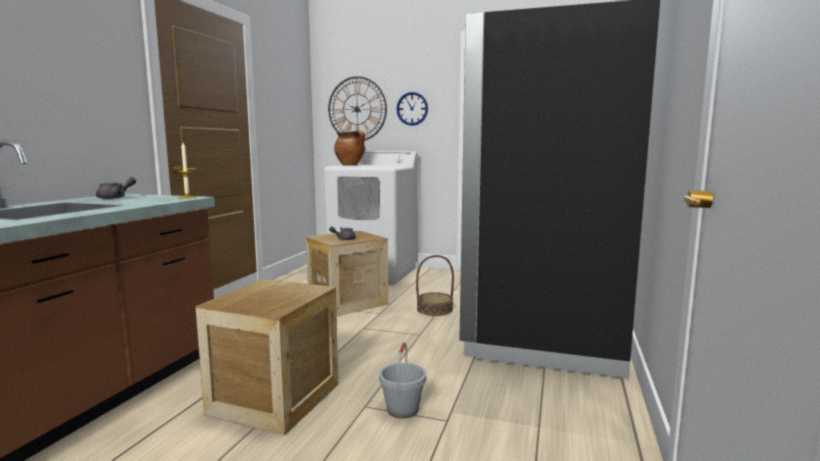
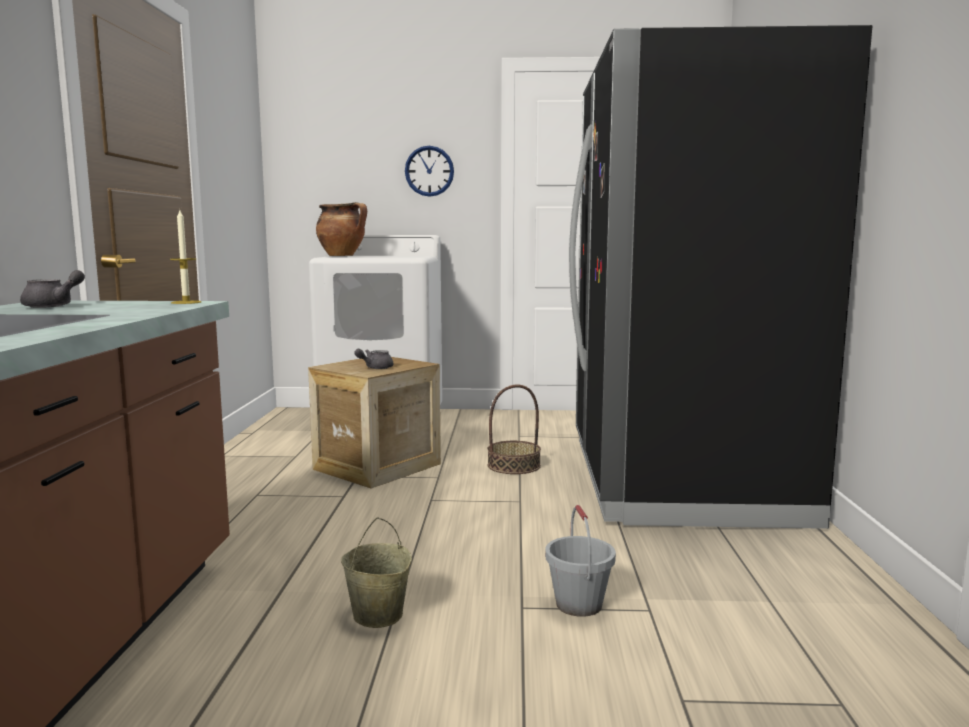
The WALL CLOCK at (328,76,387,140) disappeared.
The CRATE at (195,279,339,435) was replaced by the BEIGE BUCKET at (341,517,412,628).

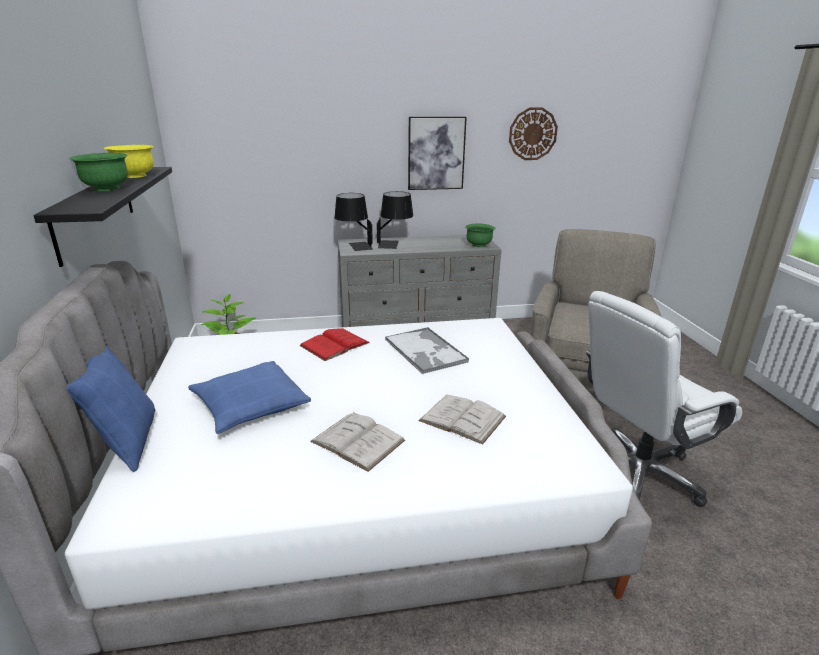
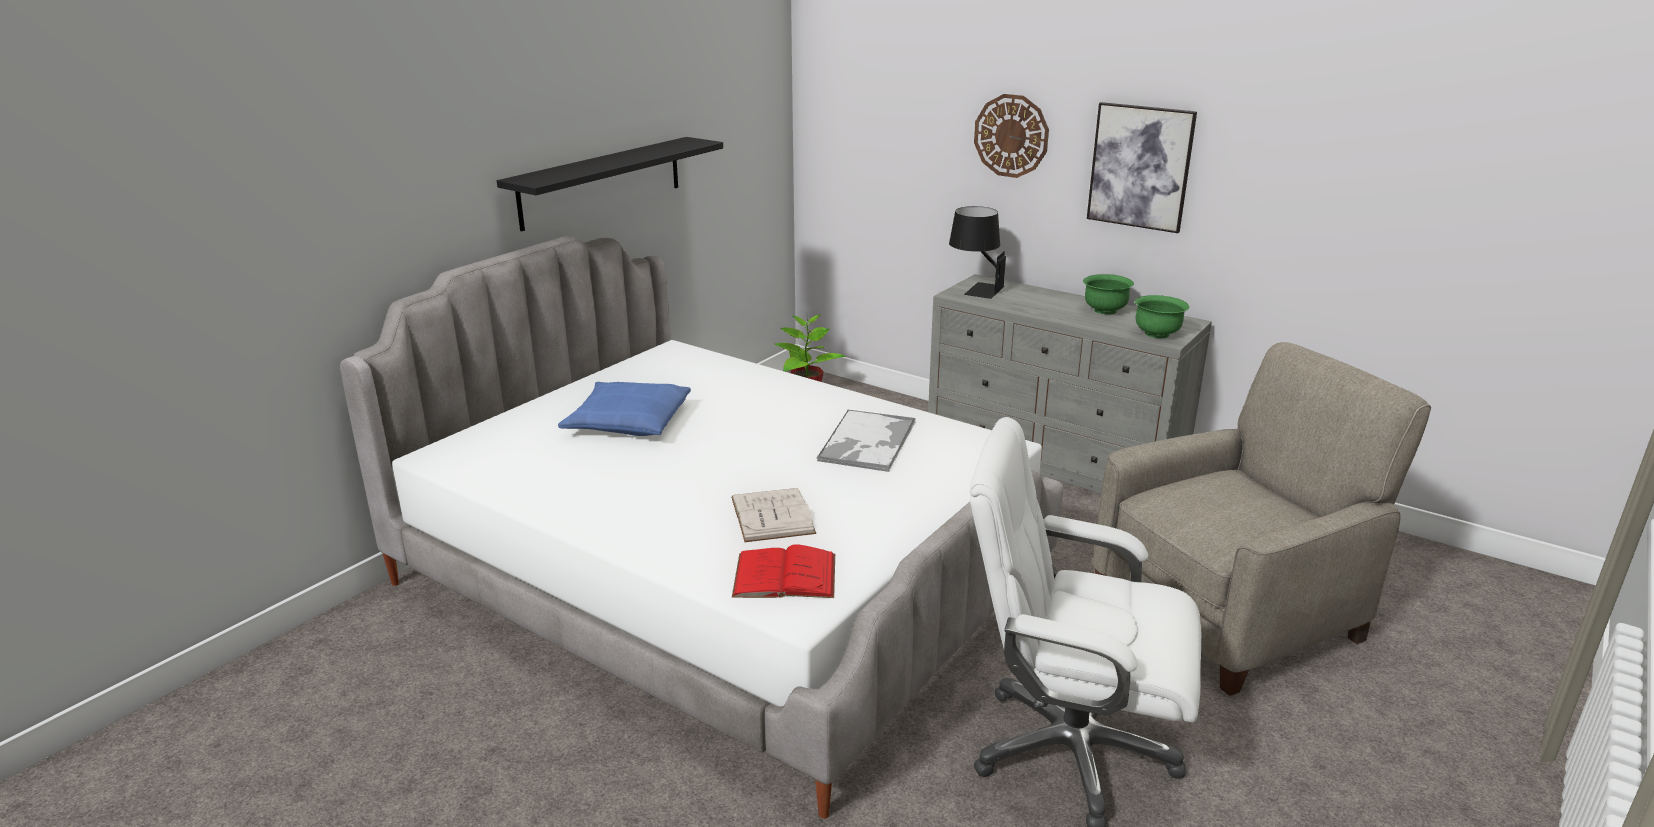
The BLUE PILLOW at (66,345,155,472) disappeared.
The YELLOW BOWL at (104,145,154,178) disappeared.
The WHITE BOOK at (310,412,405,472) disappeared.
The BLACK TABLE LAMP at (377,191,413,249) disappeared.
The GREEN BOWL moved from (70,153,128,191) to (1083,274,1134,315).
The RED BOOK moved from (300,328,370,361) to (732,544,835,598).
The WALL CLOCK moved from (509,107,558,160) to (974,94,1049,178).

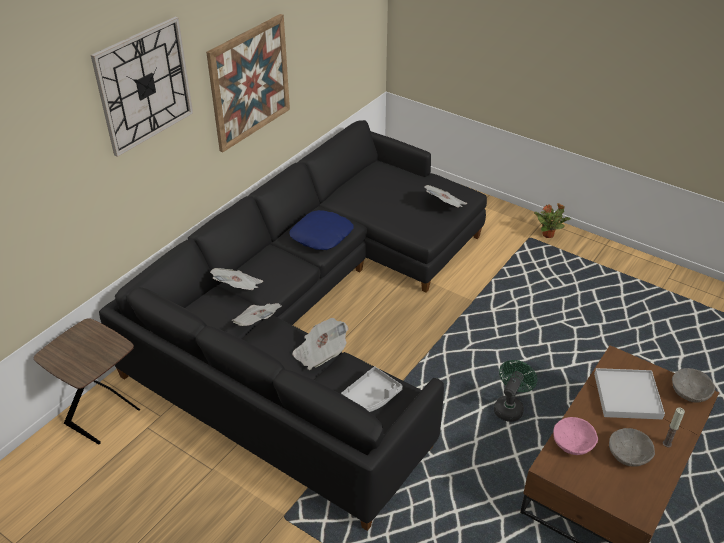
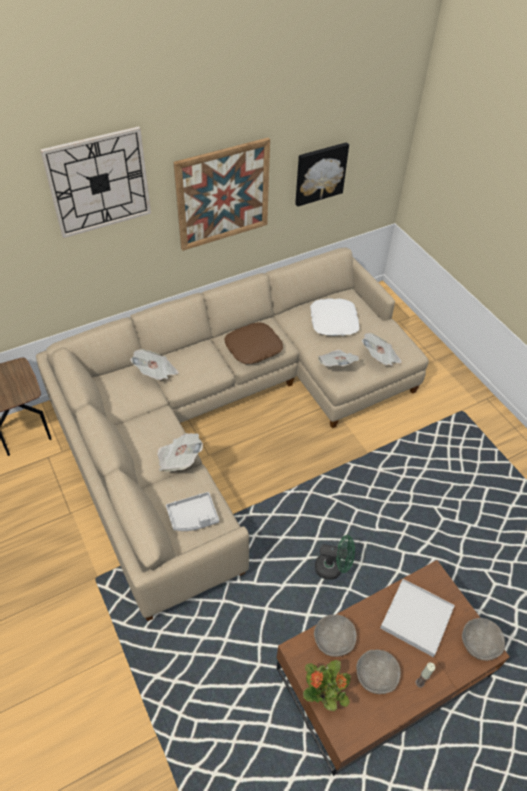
The PICTURE at (295,142,349,207) appeared.
The WHITE PILLOW at (310,298,359,336) appeared.
The NEWSPAPER moved from (231,303,282,326) to (318,349,359,367).
The POTTED PLANT moved from (534,203,571,238) to (303,660,351,711).
The BLACK SOFA at (99,120,487,531) became the BEIGE SOFA at (36,247,429,621).
The BLUE PILLOW at (289,210,354,250) became the BROWN PILLOW at (224,322,283,364).
The PINK BOWL at (553,417,598,455) became the GREY BOWL at (314,614,357,657).
The GREEN FAN at (494,360,537,422) turned 45 degrees clockwise.

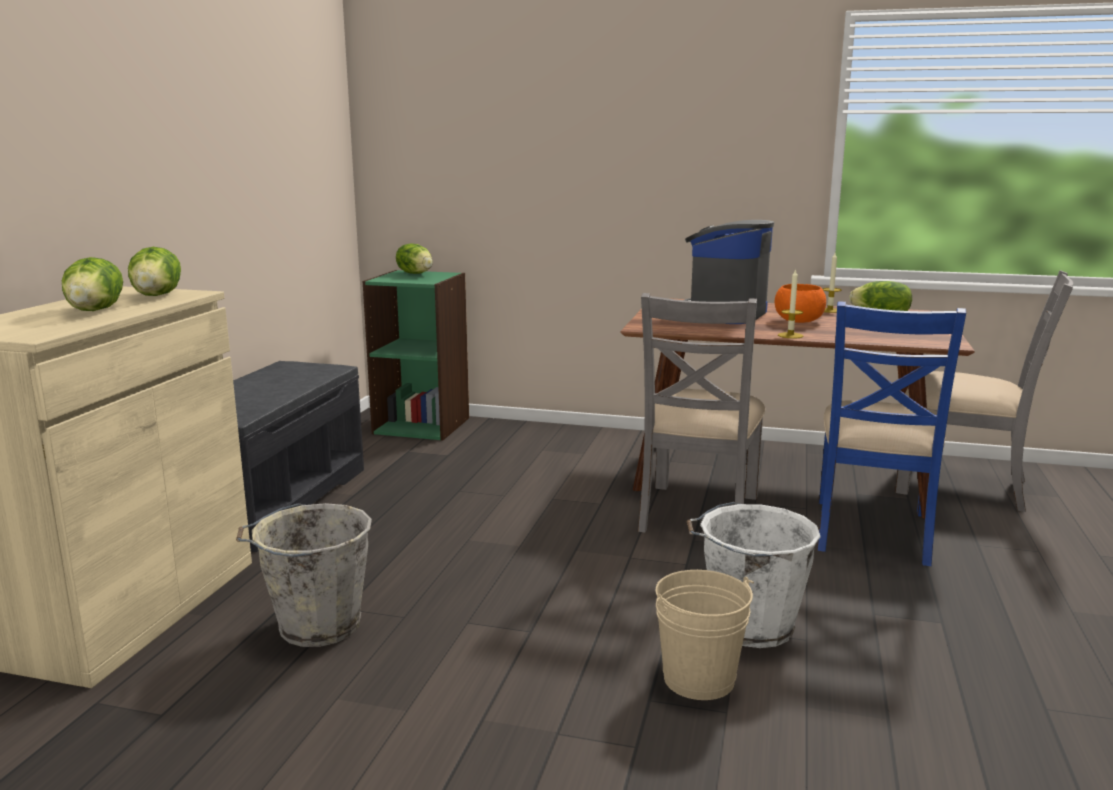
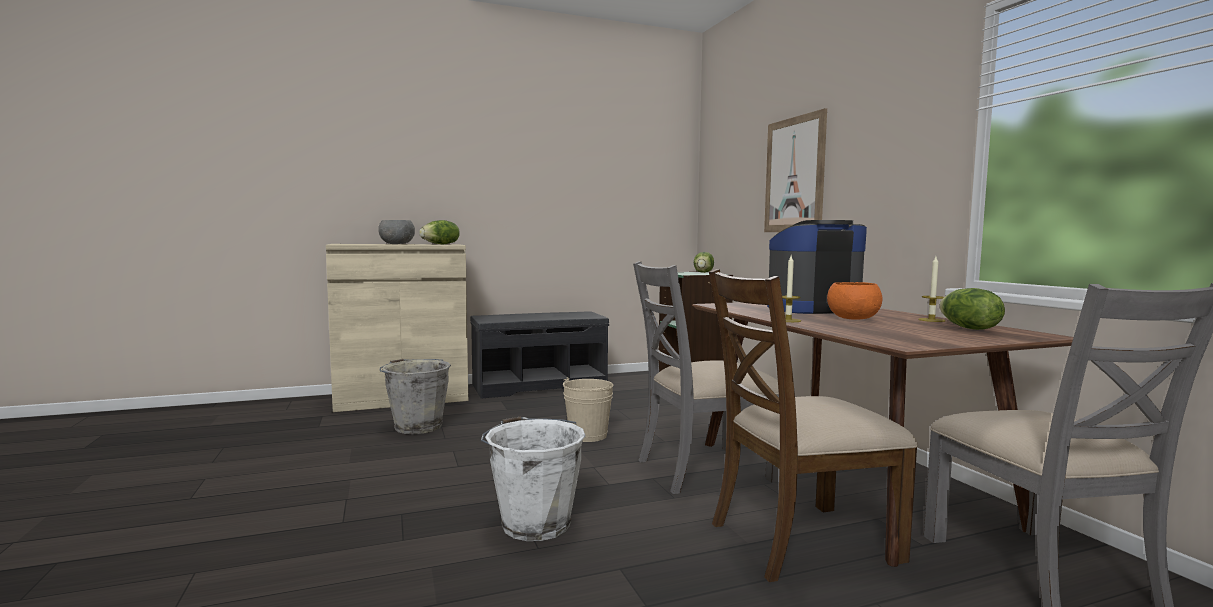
The PICTURE at (764,108,827,232) appeared.
The BEIGE BUCKET moved from (656,570,754,700) to (563,377,613,442).
The LETTUCE at (62,257,123,311) was replaced by the GREY BOWL at (378,220,415,244).
The BLUE CHAIR at (817,301,966,566) became the BROWN CHAIR at (709,269,918,582).

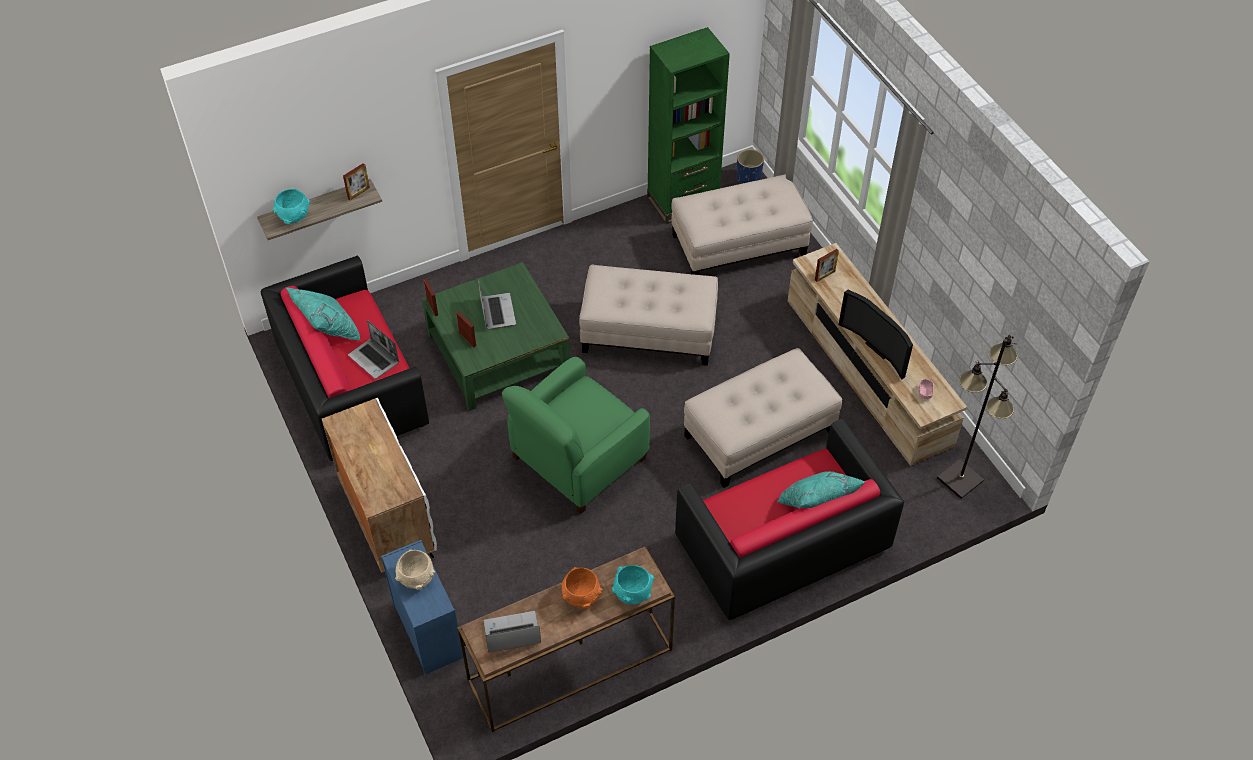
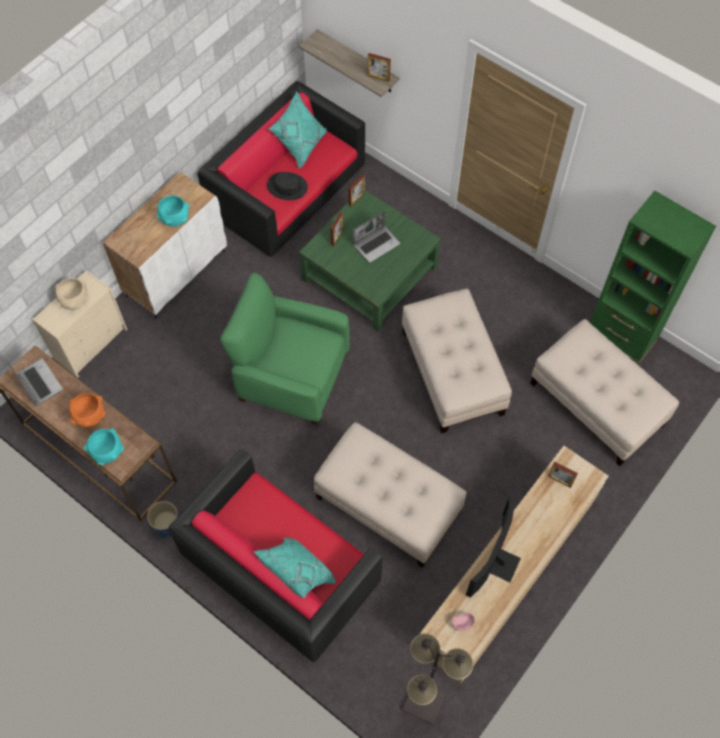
The TURQUOISE BOWL moved from (273,189,310,224) to (157,196,190,227).
The BLUE PLANTER moved from (737,149,764,184) to (147,501,179,538).
The LAPTOP at (348,320,399,379) was replaced by the BLACK HAT at (267,172,308,200).
The BLUE DRESSER at (381,540,463,675) became the BEIGE DRESSER at (32,270,127,378).

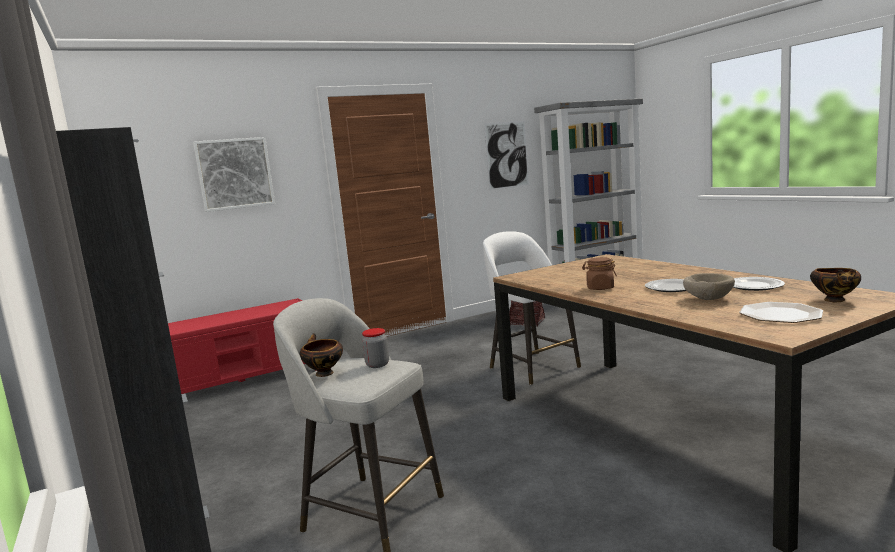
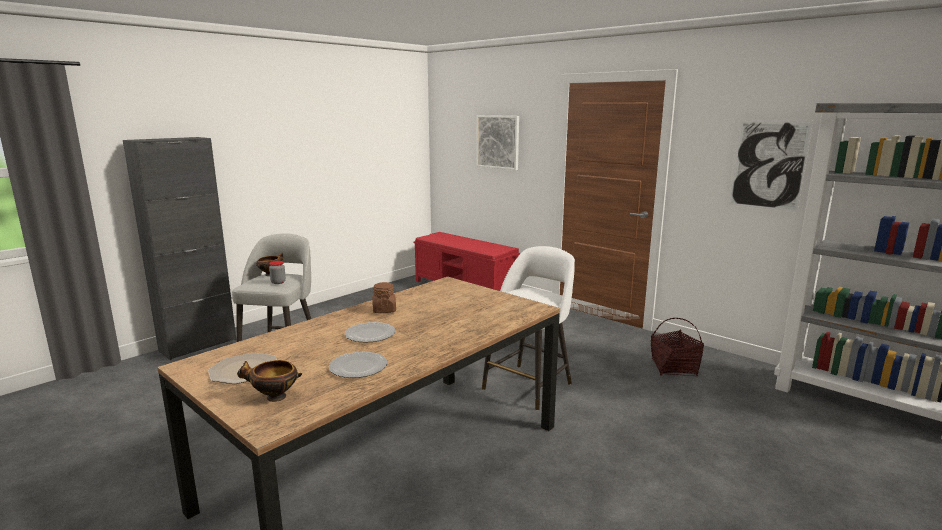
The BEIGE BOWL at (683,273,735,300) disappeared.

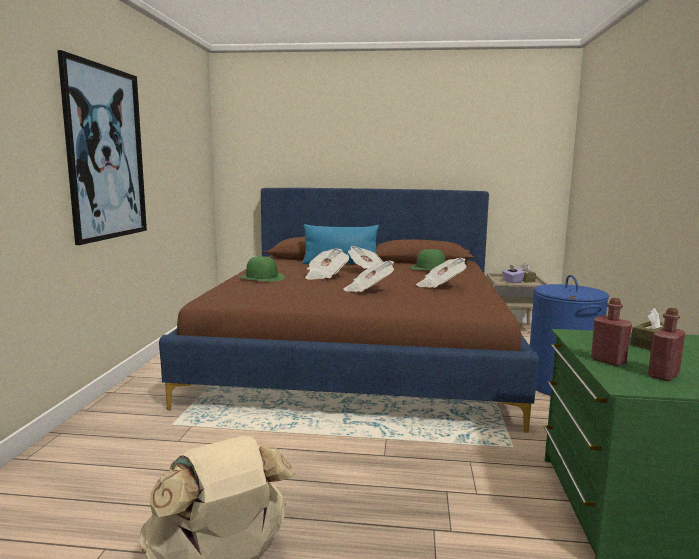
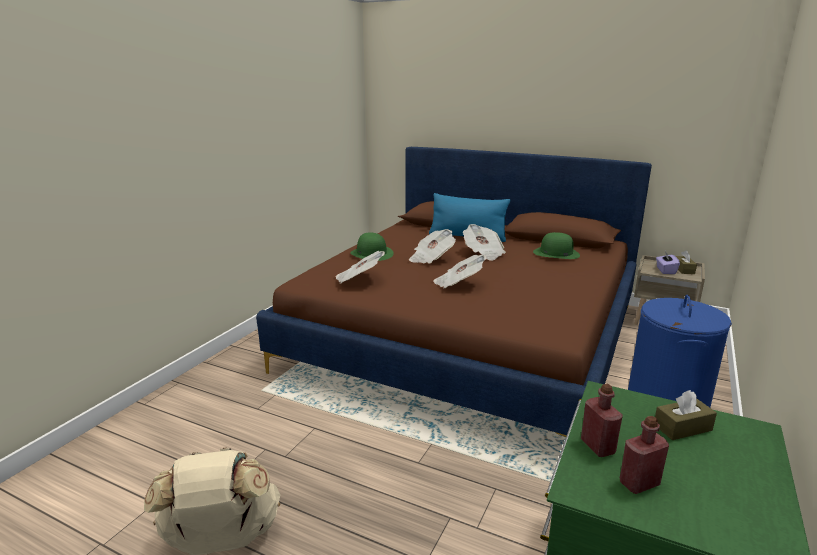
The PICTURE at (57,50,147,245) disappeared.
The NEWSPAPER moved from (416,258,467,288) to (336,251,385,284).

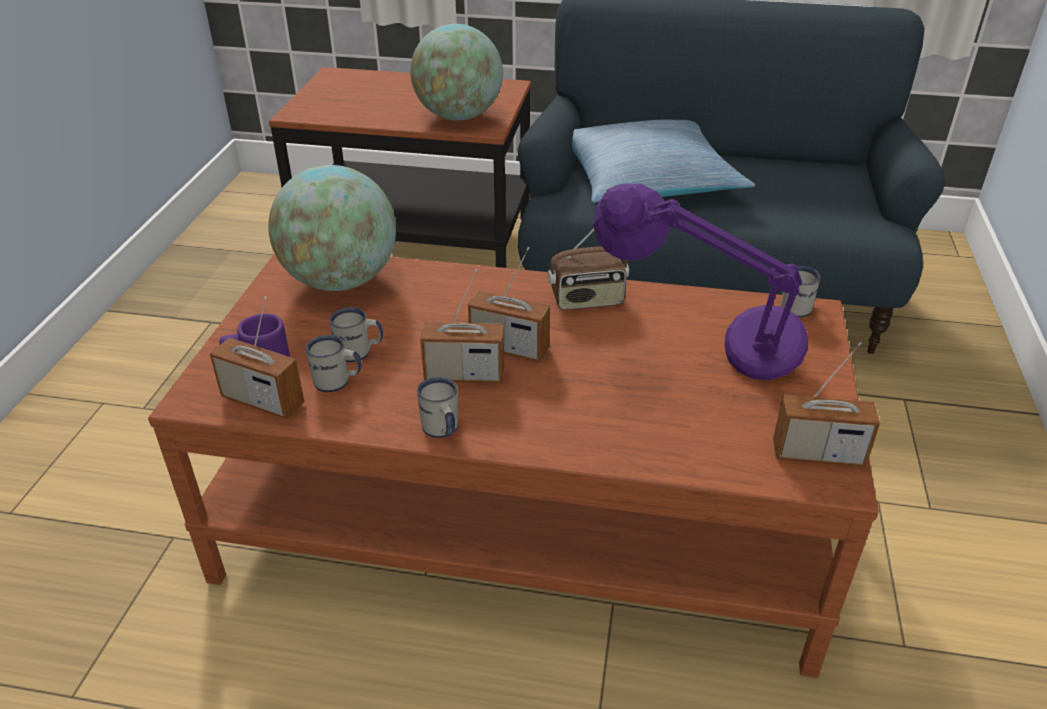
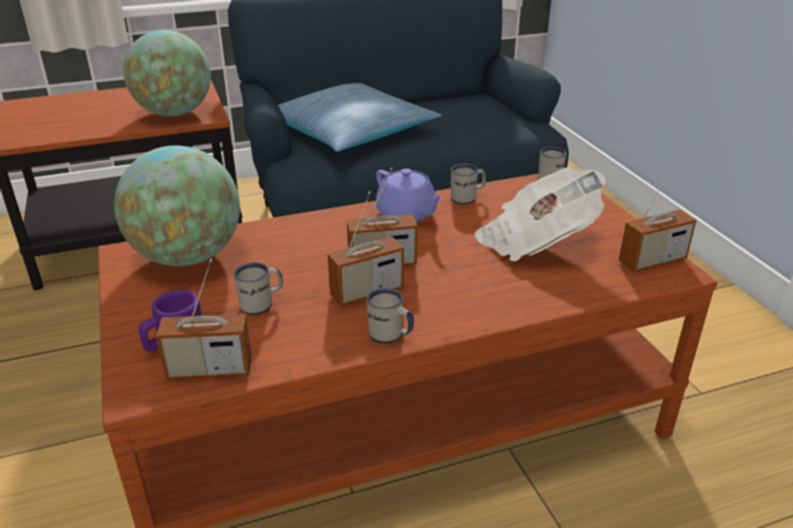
The WHITE MUG moved from (305,335,362,392) to (451,164,486,204).
The RADIO at (548,228,629,310) was replaced by the PURPLE TEAPOT at (376,169,443,222).
The PURPLE TABLE LAMP at (593,184,808,380) was replaced by the NEWSPAPER at (475,167,607,262).

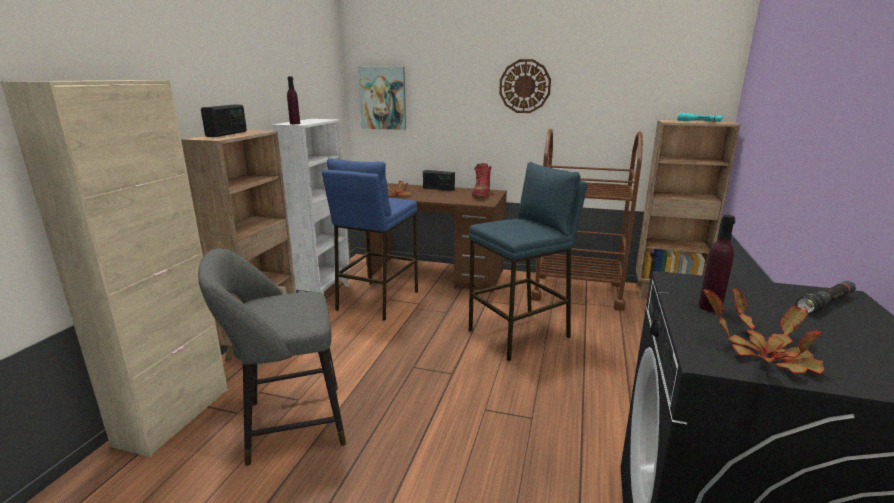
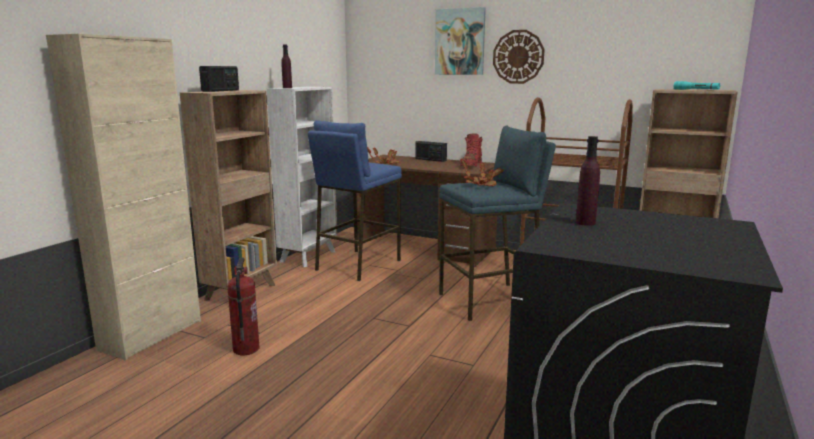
The BLACK FLASHLIGHT at (796,281,856,314) disappeared.
The PICTURE moved from (358,67,406,130) to (435,7,486,75).
The POTTED PLANT moved from (704,288,824,375) to (460,159,504,187).
The GREY STOOL at (198,248,346,466) was replaced by the FIRE EXTINGUISHER at (227,258,260,355).

